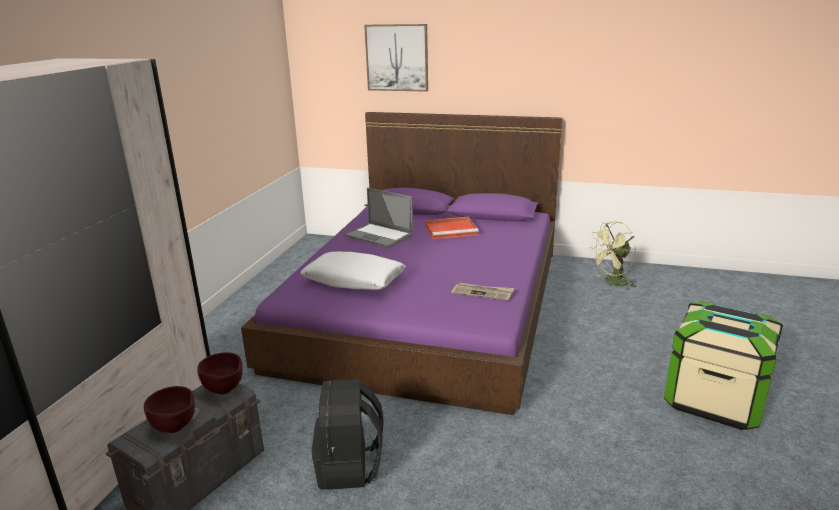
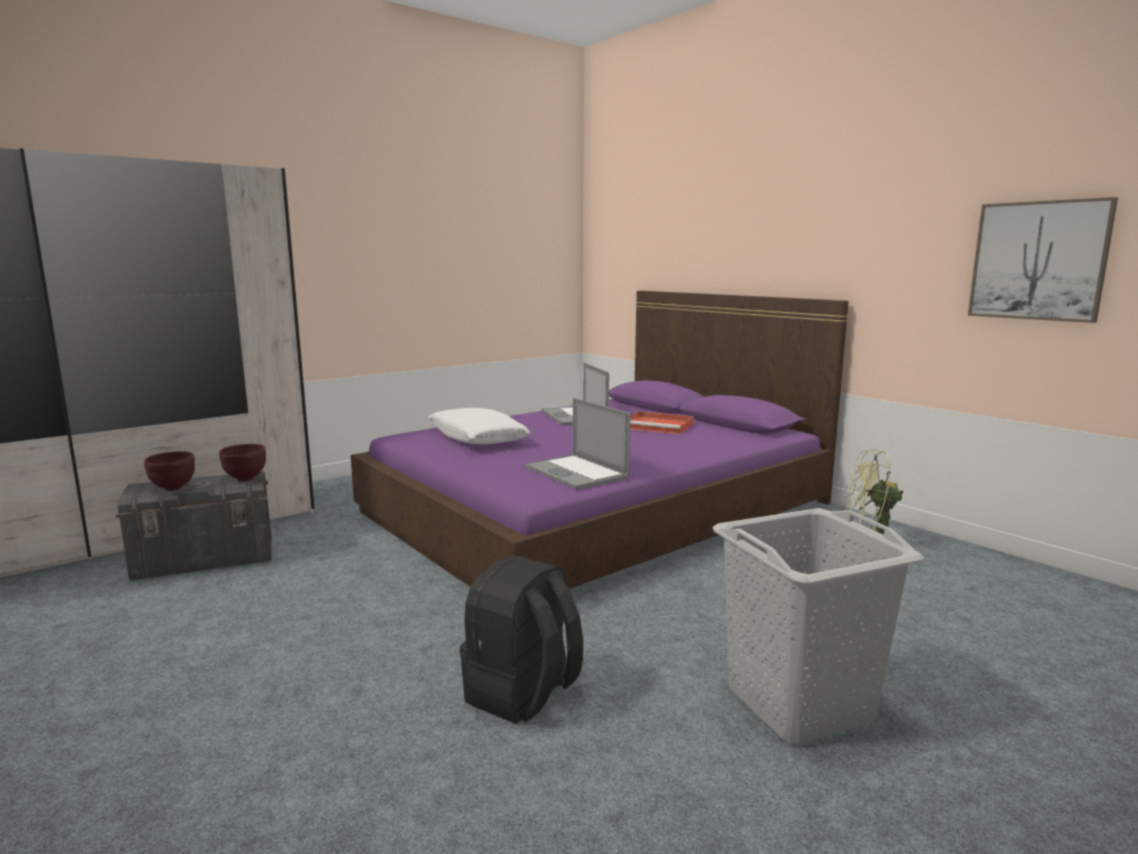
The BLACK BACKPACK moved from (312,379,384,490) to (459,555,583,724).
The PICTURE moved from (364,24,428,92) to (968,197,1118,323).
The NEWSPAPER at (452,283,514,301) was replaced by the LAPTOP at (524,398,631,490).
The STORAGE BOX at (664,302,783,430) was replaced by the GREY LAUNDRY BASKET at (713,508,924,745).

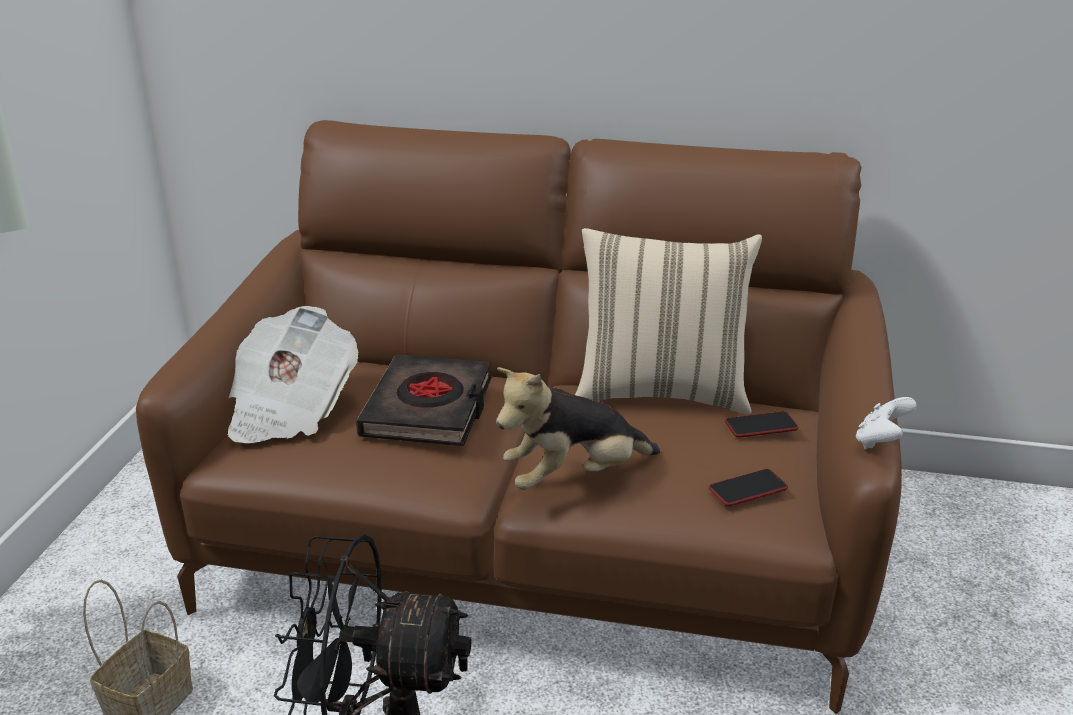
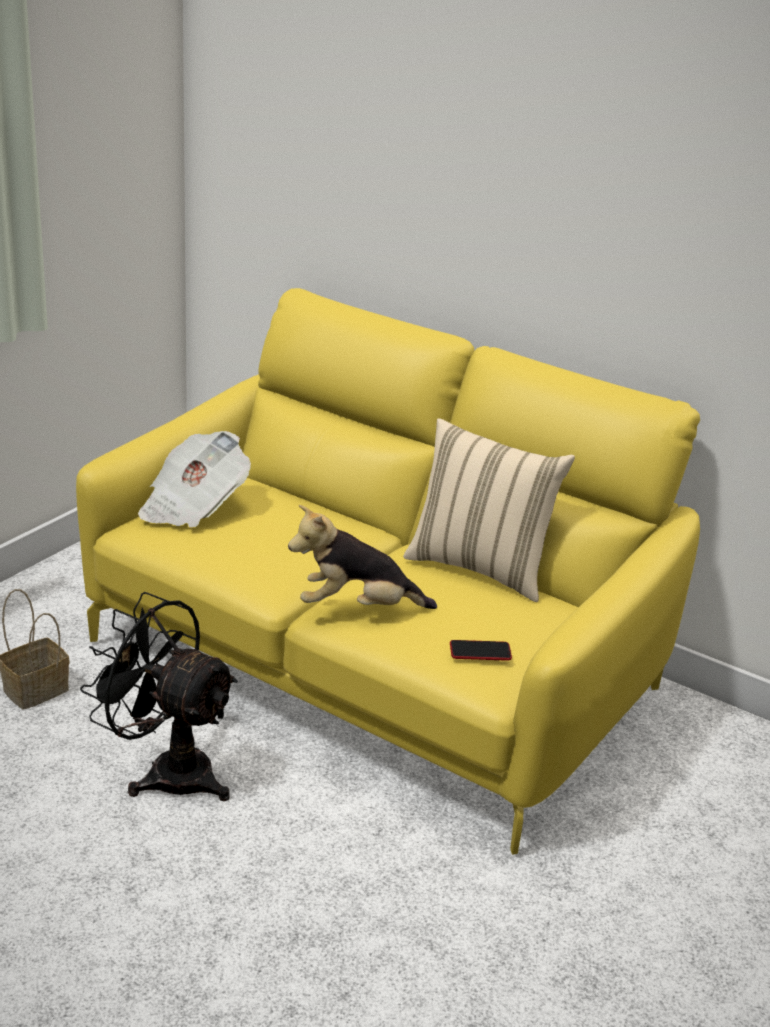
The BLACK BOOK at (356,354,492,446) disappeared.
The PHONE at (725,411,798,437) disappeared.
The WHITE GAME CONTROLLER at (856,397,917,449) disappeared.
The BROWN SOFA at (136,120,902,714) became the YELLOW SOFA at (76,288,700,855).

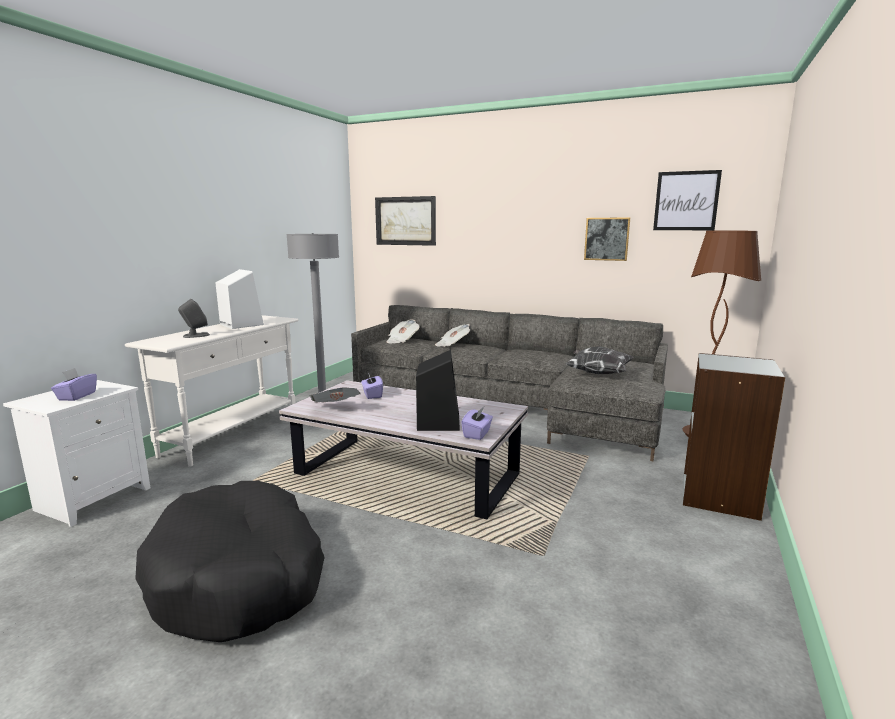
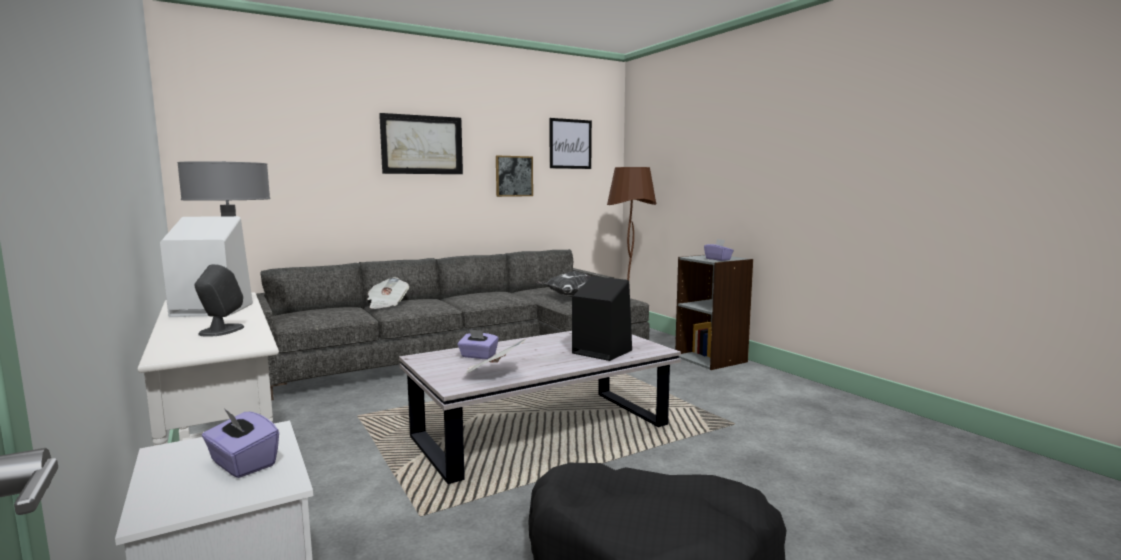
The NEWSPAPER at (387,320,420,344) disappeared.
The PICTURE moved from (375,196,436,246) to (379,113,463,174).
The PURPLE TISSUE BOX moved from (461,407,493,440) to (704,239,734,261).

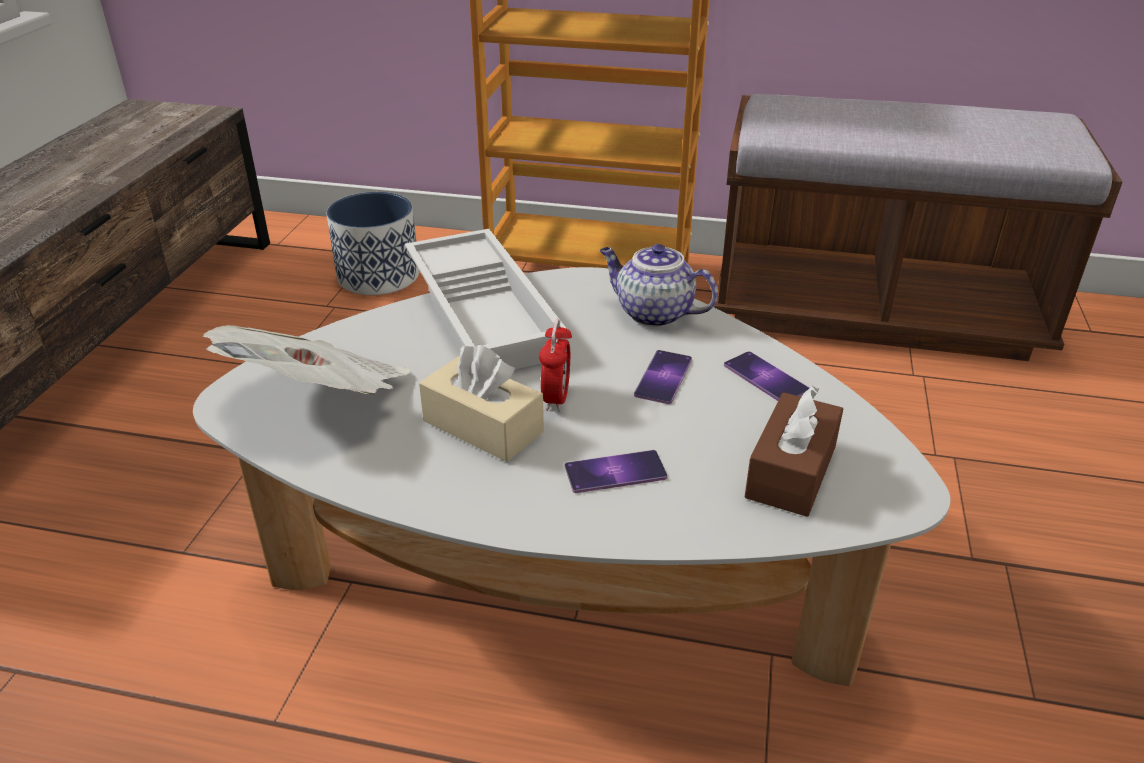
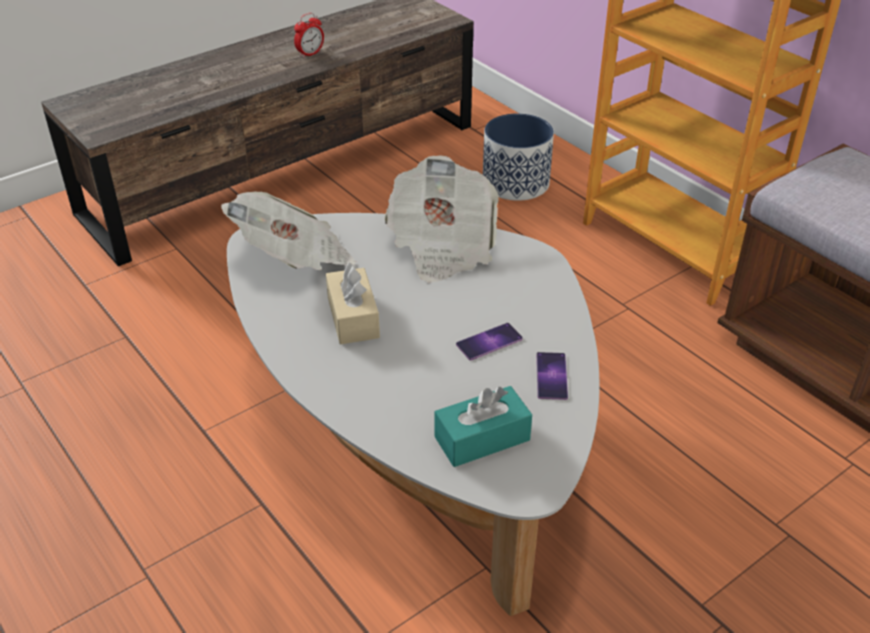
The PHONE at (565,450,668,493) disappeared.
The TEAPOT at (600,244,718,327) disappeared.
The ALARM CLOCK moved from (539,319,572,412) to (294,13,324,58).
The WHITE TRAY at (405,229,567,369) was replaced by the NEWSPAPER at (384,155,499,283).
The BROWN TISSUE BOX at (745,385,843,517) became the TURQUOISE TISSUE BOX at (434,386,532,467).

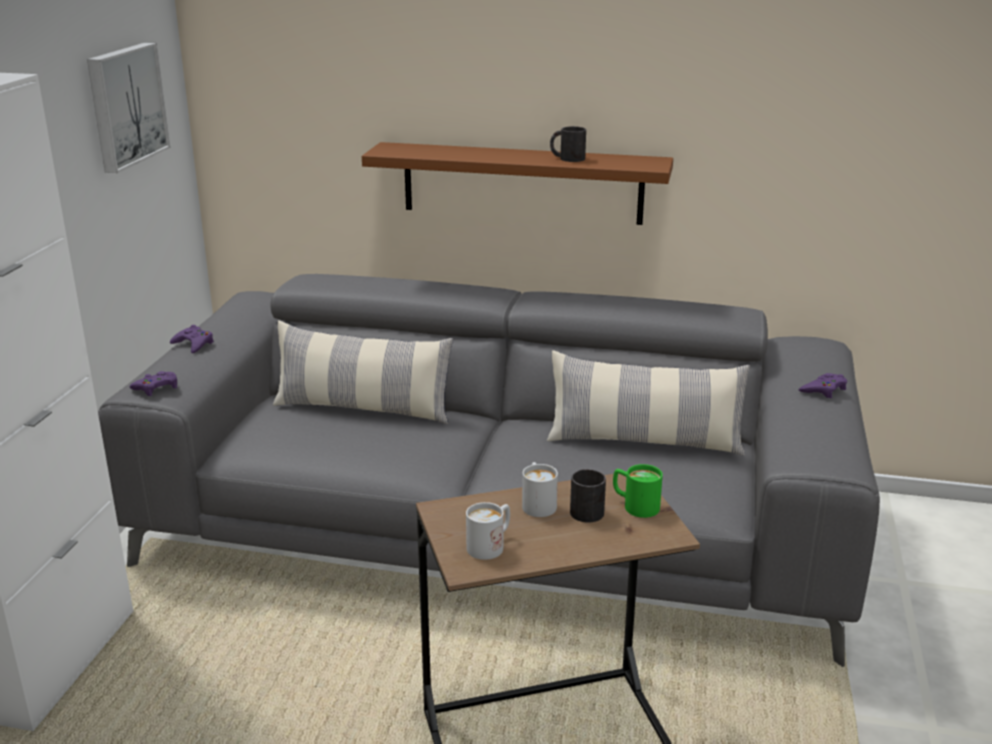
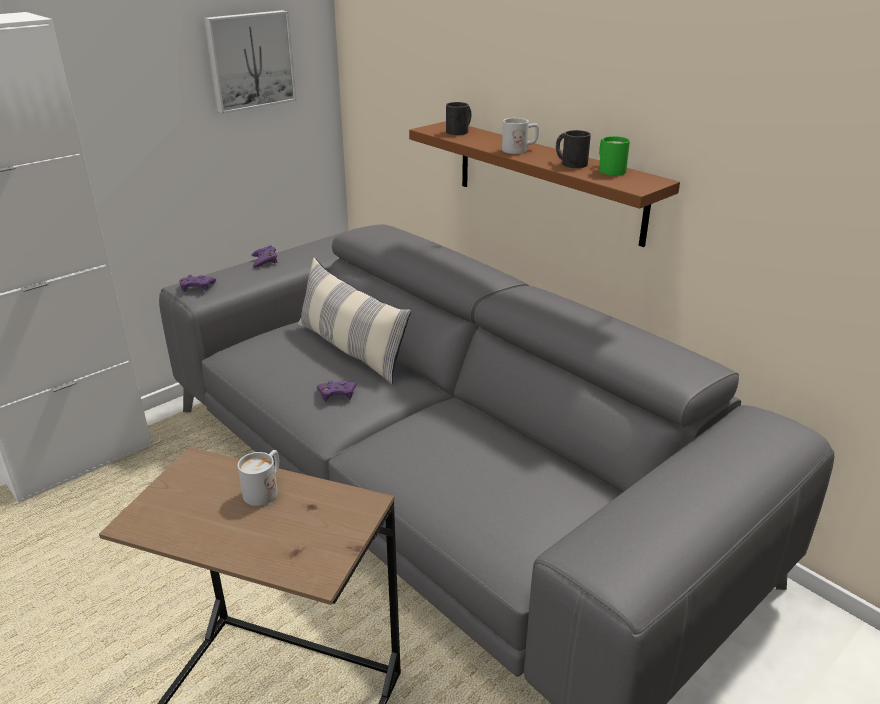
The PILLOW at (547,350,750,455) disappeared.
The WHITE MUG moved from (466,502,510,560) to (502,118,539,154).
The BLACK MUG moved from (570,469,606,523) to (446,102,471,135).
The GREEN MUG moved from (613,464,663,518) to (599,136,630,175).
The PURPLE GAME CONTROLLER moved from (798,373,847,398) to (317,381,357,402).

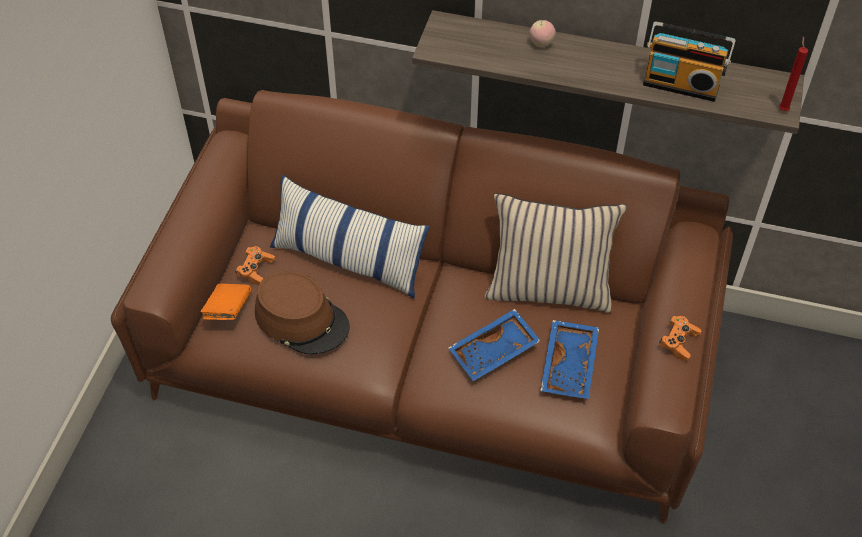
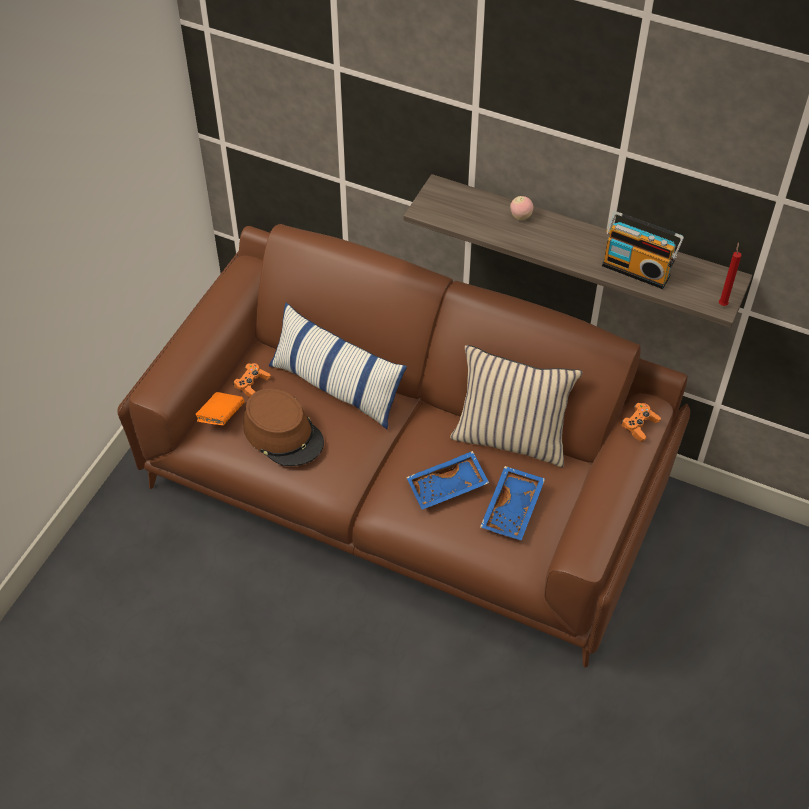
The ORANGE GAME CONTROLLER moved from (659,316,702,361) to (621,403,661,441).

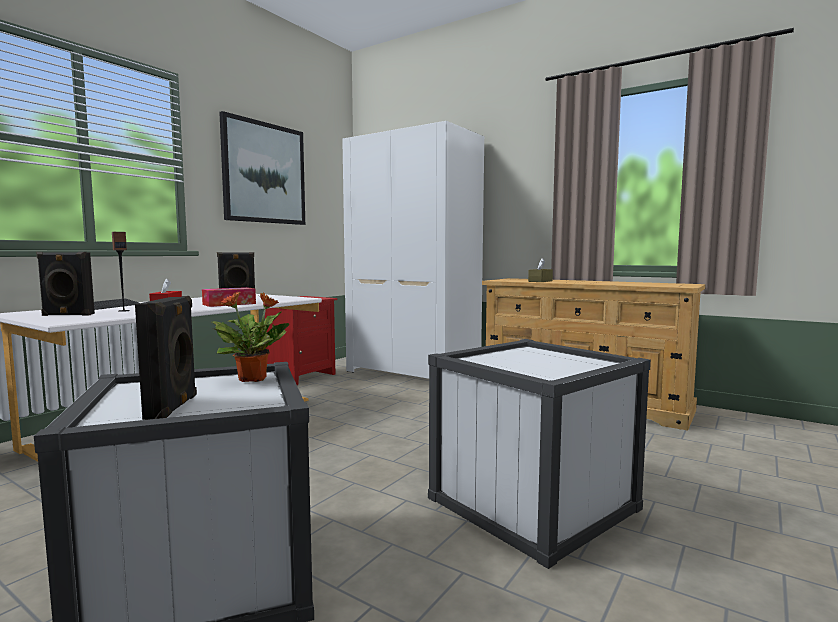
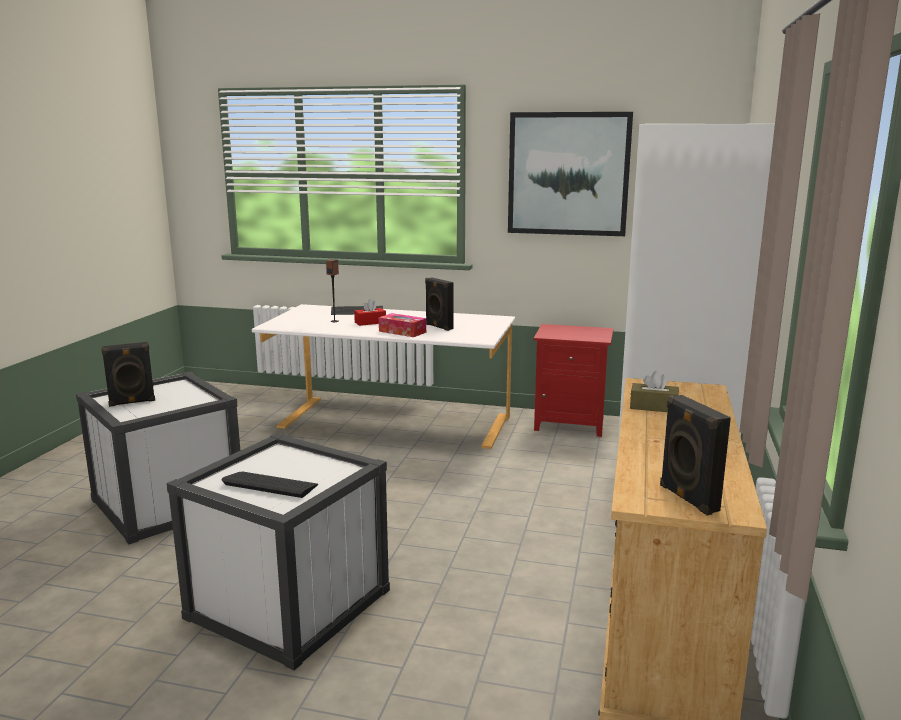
The POTTED PLANT at (212,292,290,382) disappeared.
The KEYBOARD at (222,472,318,498) appeared.
The BLACK SPEAKER moved from (36,252,95,316) to (660,395,731,516).

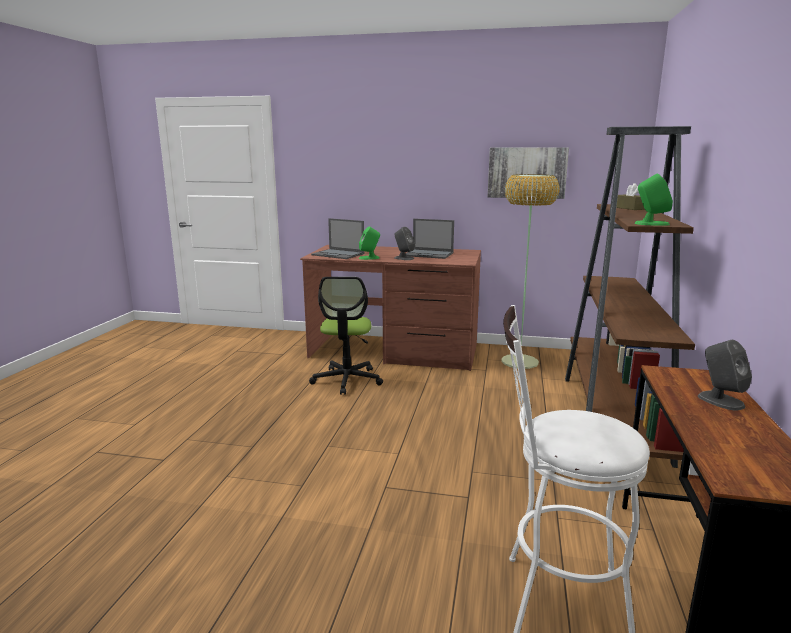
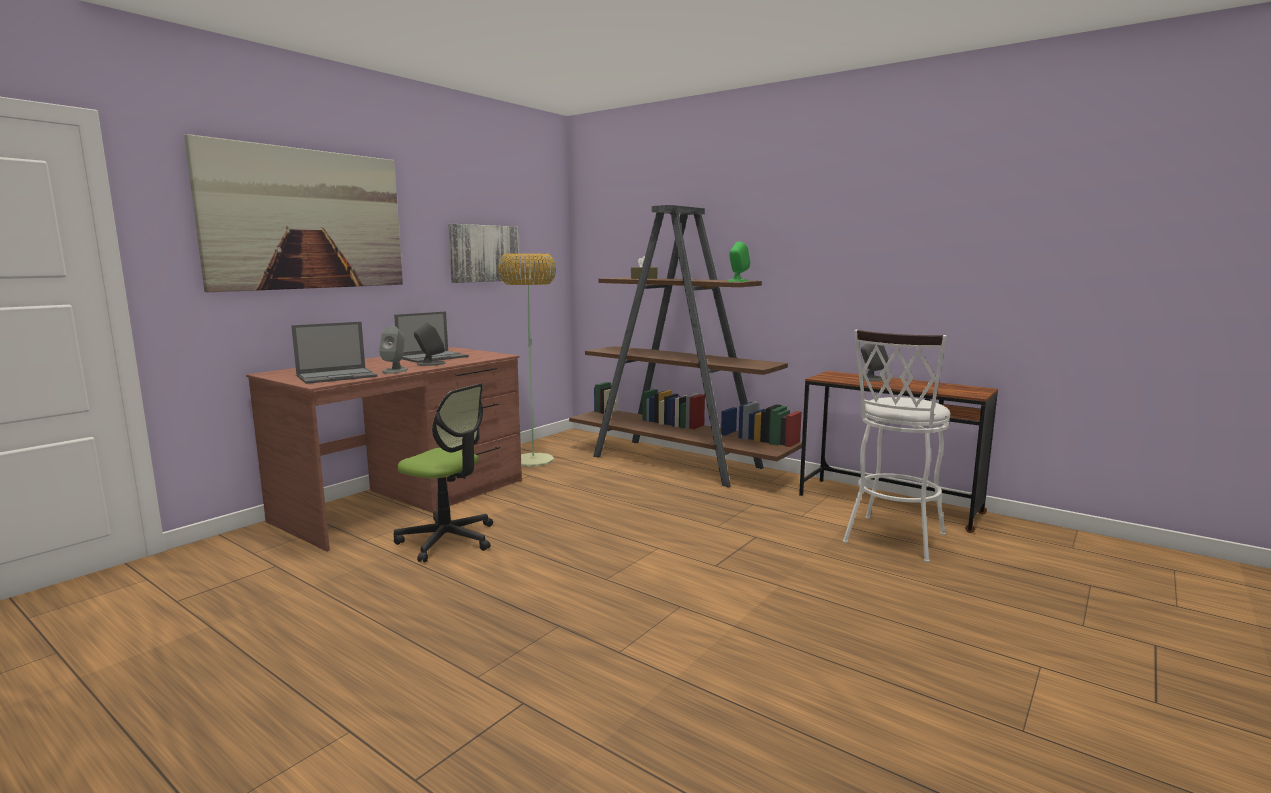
The PICTURE at (184,134,403,292) appeared.
The GREEN SPEAKER at (359,226,380,260) became the GREY SPEAKER at (379,326,408,374).

